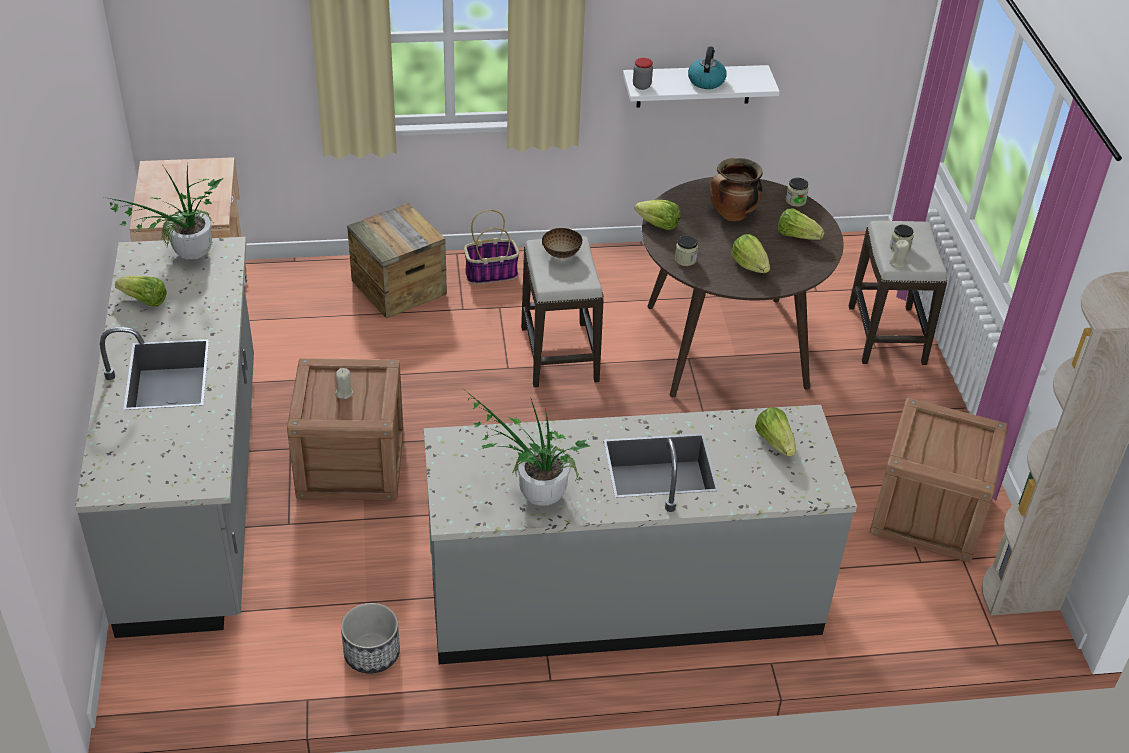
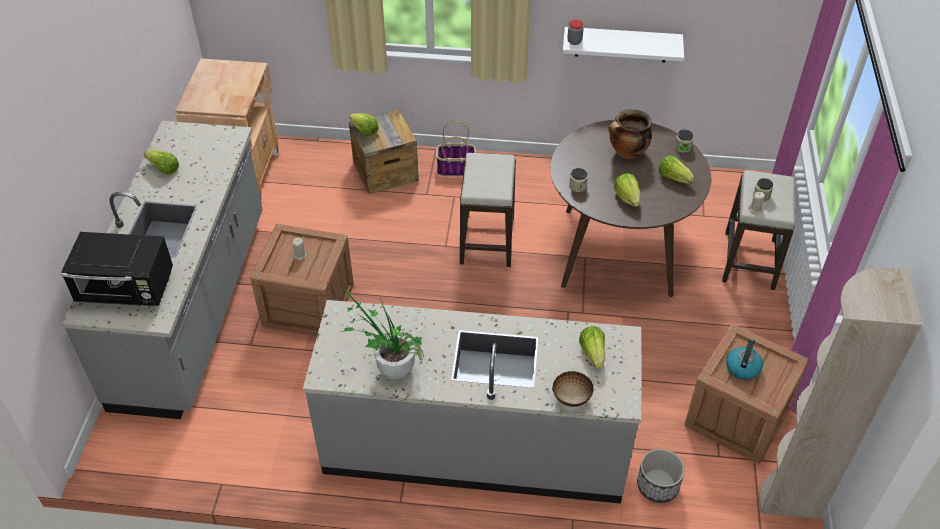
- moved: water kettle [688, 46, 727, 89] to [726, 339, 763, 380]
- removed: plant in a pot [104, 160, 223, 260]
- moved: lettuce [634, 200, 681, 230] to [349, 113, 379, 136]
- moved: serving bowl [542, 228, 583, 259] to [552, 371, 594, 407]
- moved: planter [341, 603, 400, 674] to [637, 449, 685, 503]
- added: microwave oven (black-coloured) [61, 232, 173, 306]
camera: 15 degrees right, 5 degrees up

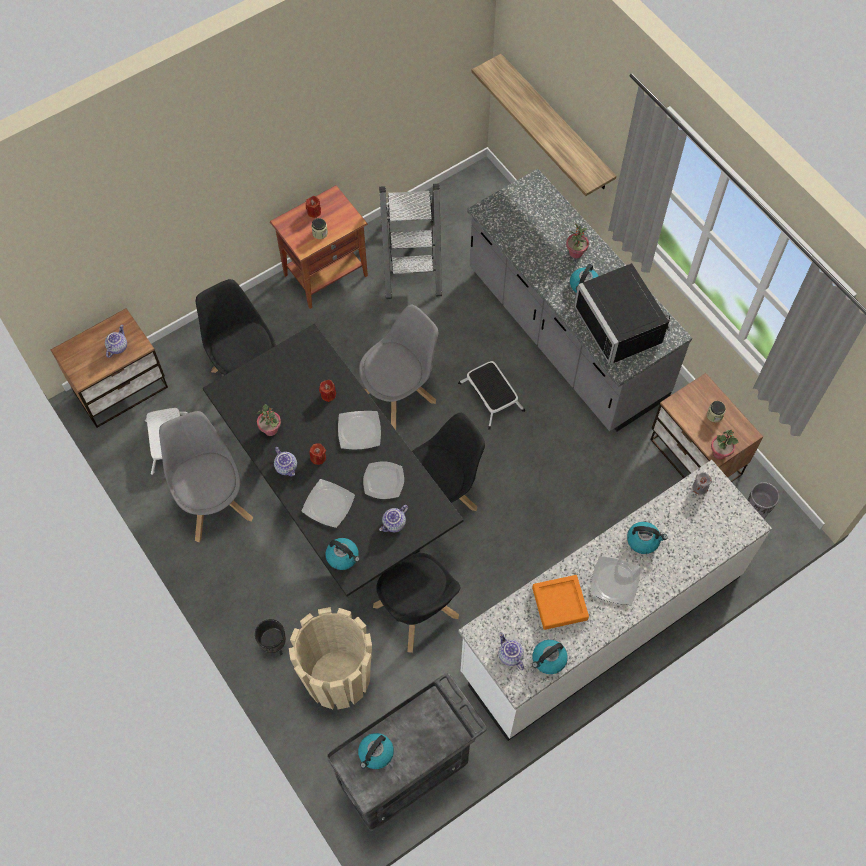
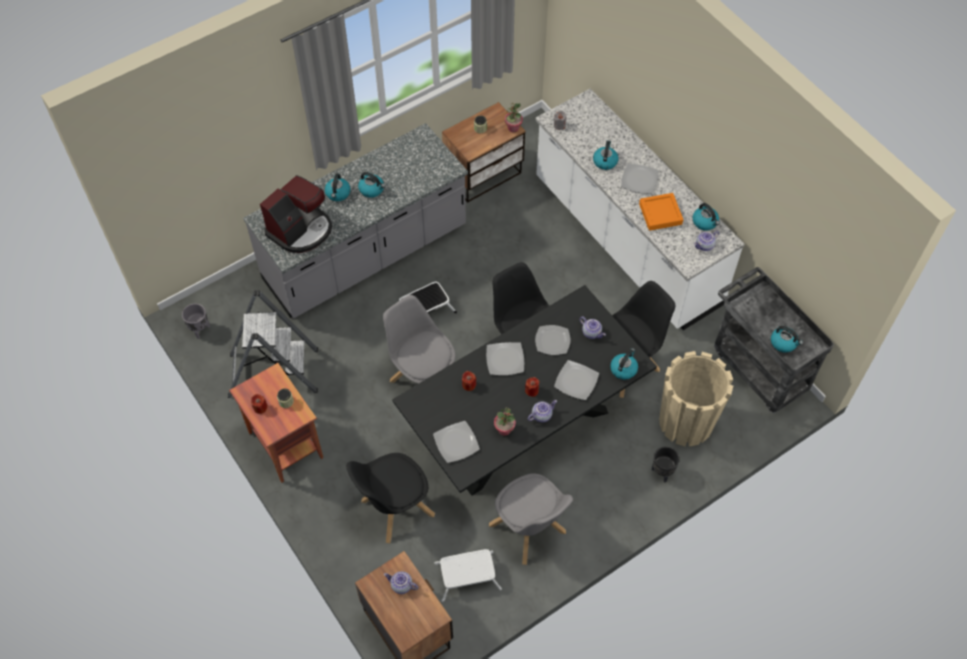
- removed: bracket shelf [471, 54, 616, 196]
- replaced: plant in a pot [566, 223, 589, 259] to water kettle [325, 174, 351, 201]
- removed: microwave oven (black-coloured) [574, 263, 670, 365]
- turned: upright chair (greyish) [159, 411, 253, 542] = [489, 473, 573, 565] 105 degrees counterclockwise
- moved: planter (greyish) [748, 482, 779, 519] to [182, 304, 210, 339]
- added: coffee machine [260, 175, 332, 253]
- added: plate [433, 421, 480, 463]
camera: 90 degrees left, 5 degrees down

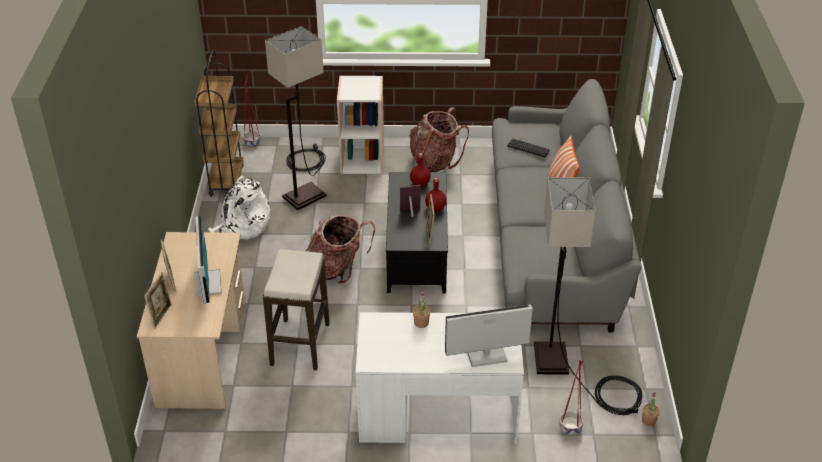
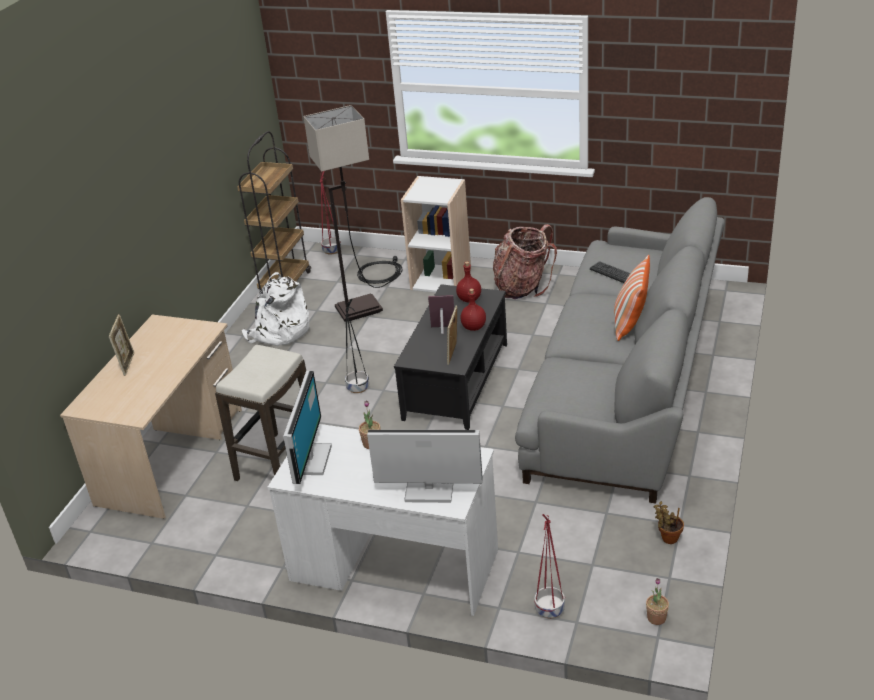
- removed: standing lamp [534, 177, 642, 415]
- replaced: knapsack [306, 215, 375, 284] to planter (black-coloured) [345, 298, 369, 393]
- moved: computer screen [194, 216, 222, 303] to [283, 371, 332, 484]
- removed: photo frame [144, 272, 172, 329]
- added: plant in a pot [654, 501, 684, 544]
camera: 20 degrees right, 5 degrees down

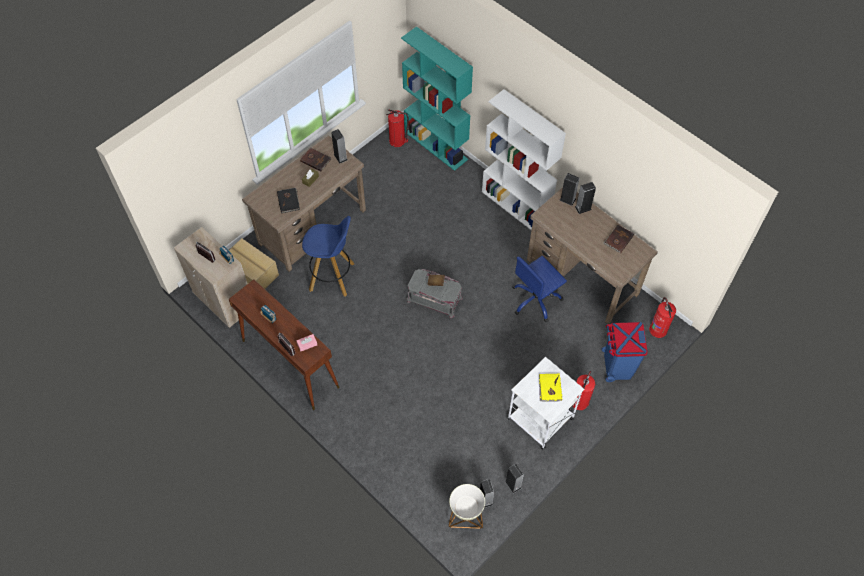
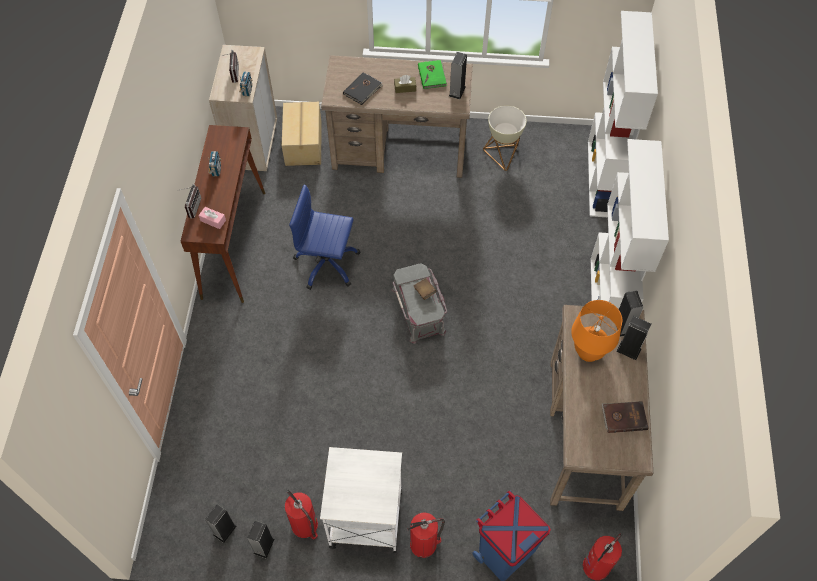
- recoloured: bookcase (turquoise) [401, 26, 473, 171] to bookcase (white-coloured) [588, 11, 658, 217]
- moved: fire-fighting cylinder [386, 109, 409, 147] to [285, 490, 318, 540]
- recoloured: book (brownish) [300, 147, 331, 171] to book (green-coloured) [418, 60, 447, 89]
- removed: sitting stool (blue) [302, 216, 354, 297]
- moved: office chair (blue) [512, 256, 567, 322] to [289, 185, 360, 290]
- removed: book (yellowish) [539, 374, 562, 402]
- moved: planter [449, 484, 485, 529] to [483, 105, 527, 171]
- added: lamp for a table (orange) [571, 300, 622, 362]
camera: 50 degrees right, 0 degrees up

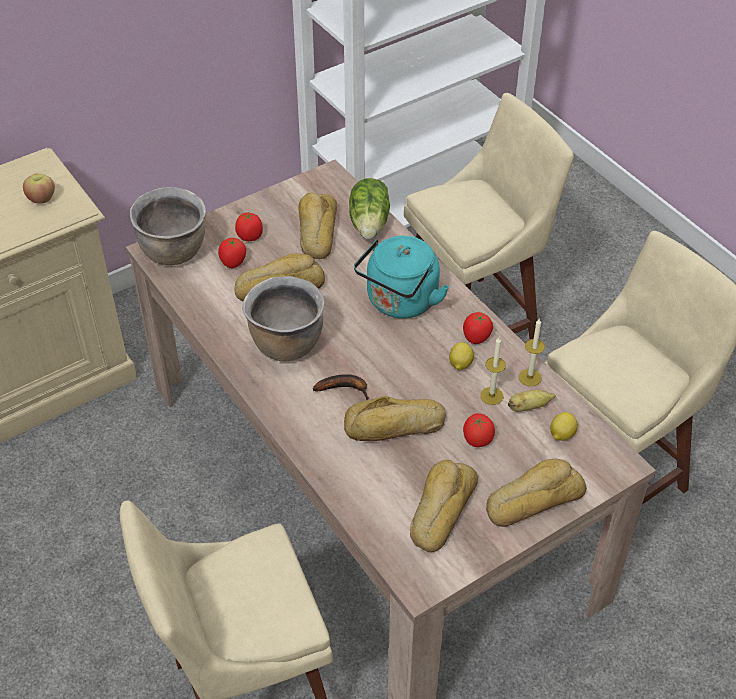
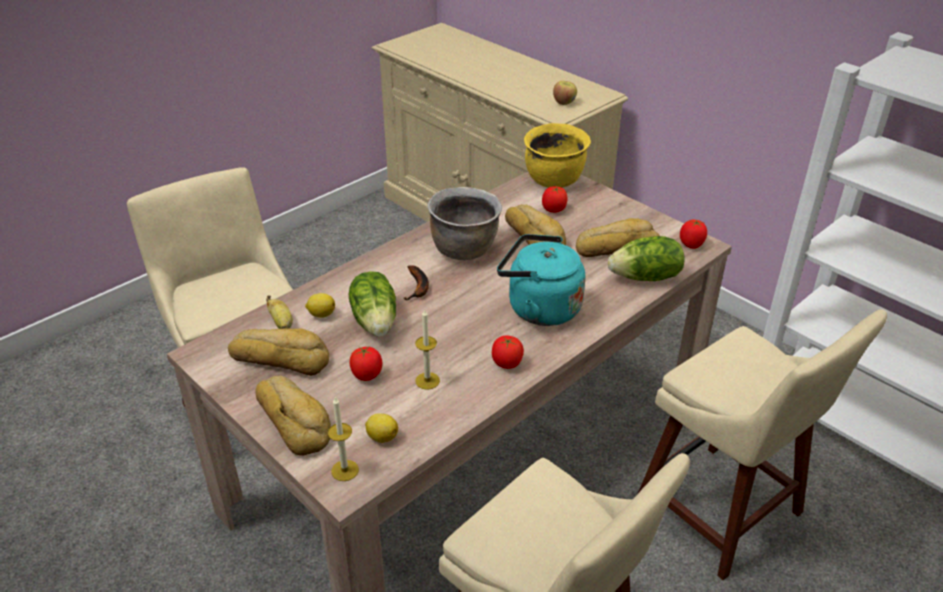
- recoloured: saucepot (brownish) [130, 187, 206, 265] to saucepot (yellowish) [524, 123, 591, 188]
- moved: whole tomato [235, 213, 263, 241] to [680, 220, 707, 249]
- moved: wax candle [519, 319, 545, 386] to [328, 397, 359, 481]
- moved: citrus fruit [449, 342, 474, 370] to [305, 293, 335, 318]
- moved: banana [508, 390, 555, 412] to [266, 295, 293, 329]
- replaced: bakery bread [344, 396, 446, 441] to lettuce [349, 271, 396, 337]
camera: 80 degrees right, 10 degrees down

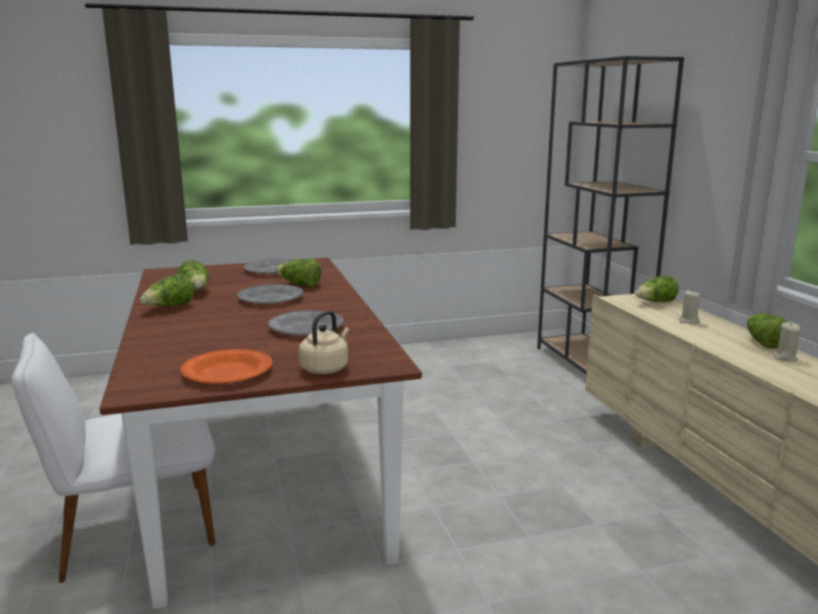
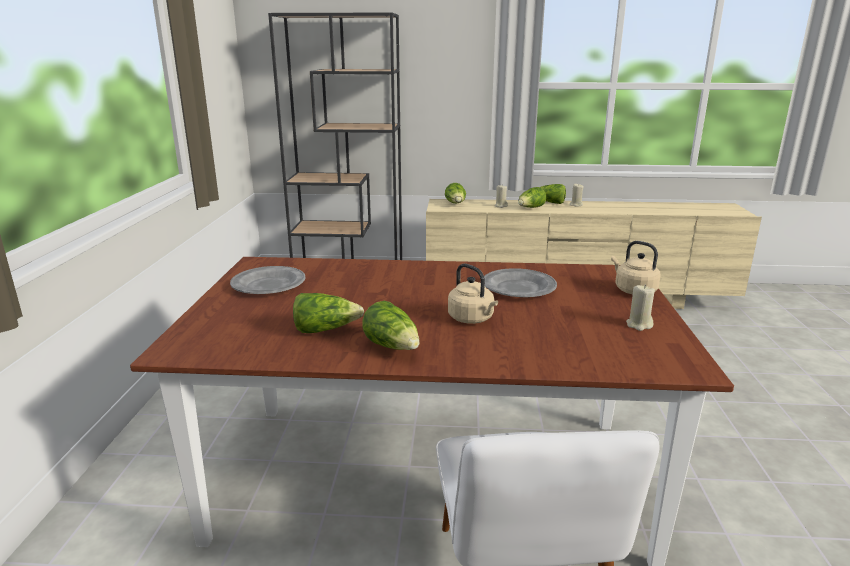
- moved: lettuce [275, 259, 321, 287] to [518, 187, 546, 208]
- removed: plate (greyish) [237, 284, 303, 304]
- replaced: plate (orange) [181, 349, 272, 384] to wax candle (beige-coloured) [626, 284, 655, 331]
- added: water kettle (beige-coloured) [448, 264, 498, 324]
camera: 70 degrees left, 5 degrees up

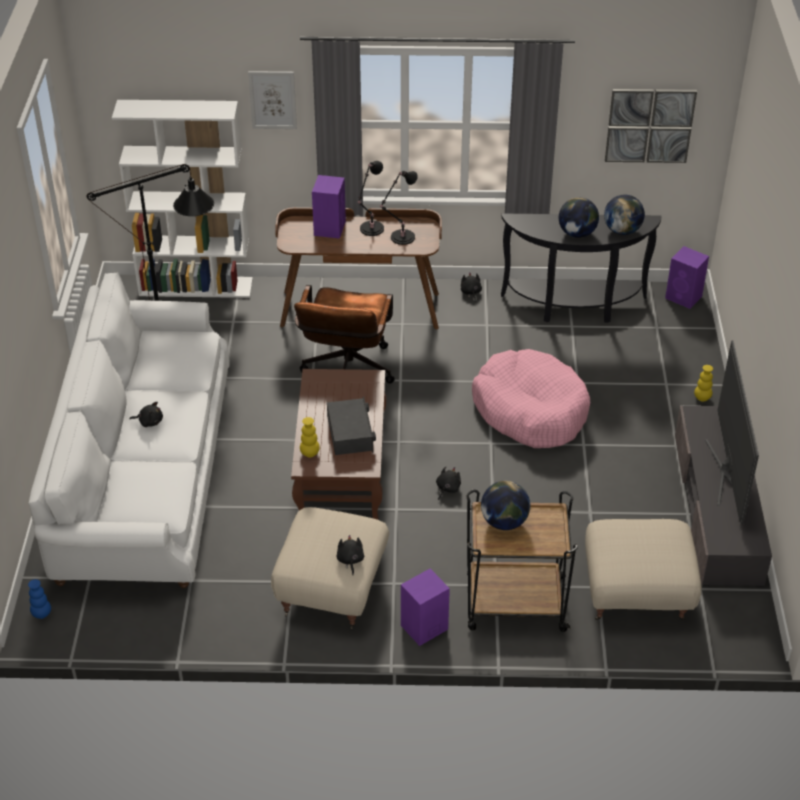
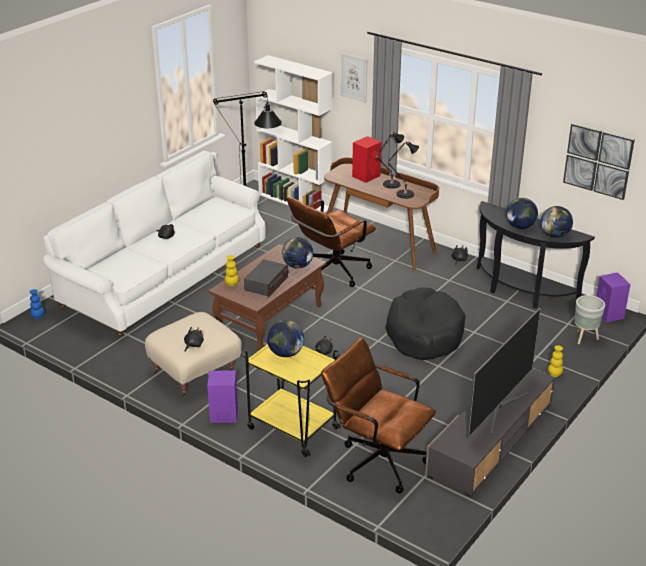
- recoloured: speaker (purplish) [312, 175, 346, 239] to speaker (red) [352, 136, 381, 183]
- recoloured: dog bed (pink-coloured) [472, 349, 590, 448] to dog bed (black-coloured) [385, 287, 466, 360]
- recoloured: cart (brownish) [467, 490, 578, 632] to cart (yellowish) [242, 344, 341, 457]
- replaced: pouffe (beige-coloured) [585, 519, 701, 620] to office chair (brownish) [321, 338, 436, 493]
- added: world globe [282, 237, 313, 269]
- added: planter (greyish) [575, 295, 605, 344]
camera: 35 degrees right, 10 degrees down

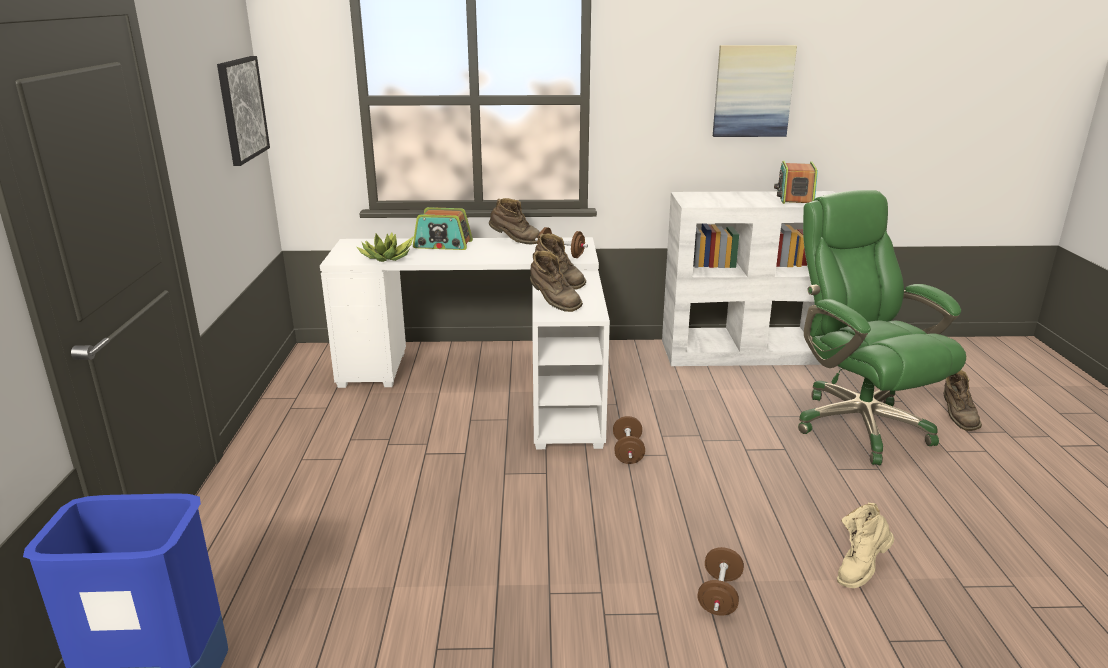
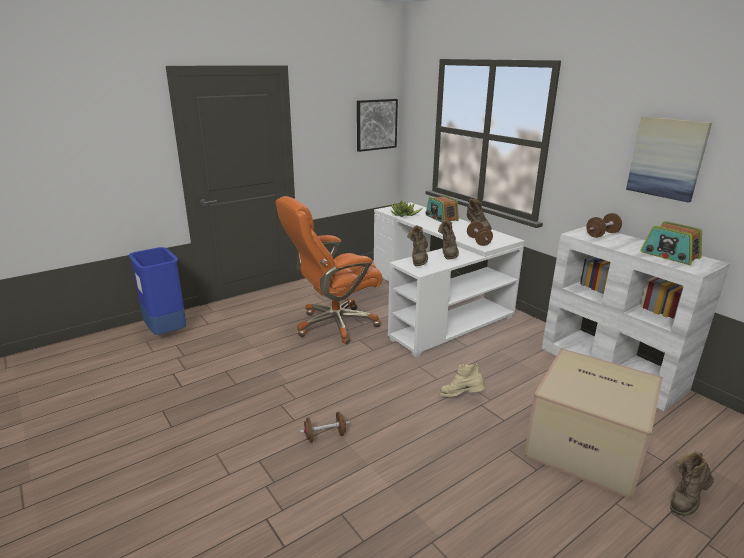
- turned: radio [774, 161, 818, 204] = [640, 221, 702, 265] 105 degrees counterclockwise
- replaced: office chair (green-coloured) [798, 190, 966, 465] to carton [524, 348, 663, 499]
- moved: dumbbell (brownish) [613, 416, 645, 464] to [586, 213, 622, 238]
- moved: high-top boot (beige-coloured) [837, 503, 894, 588] to [439, 364, 485, 397]
- added: office chair (orange) [275, 196, 382, 344]
camera: 55 degrees right, 0 degrees up

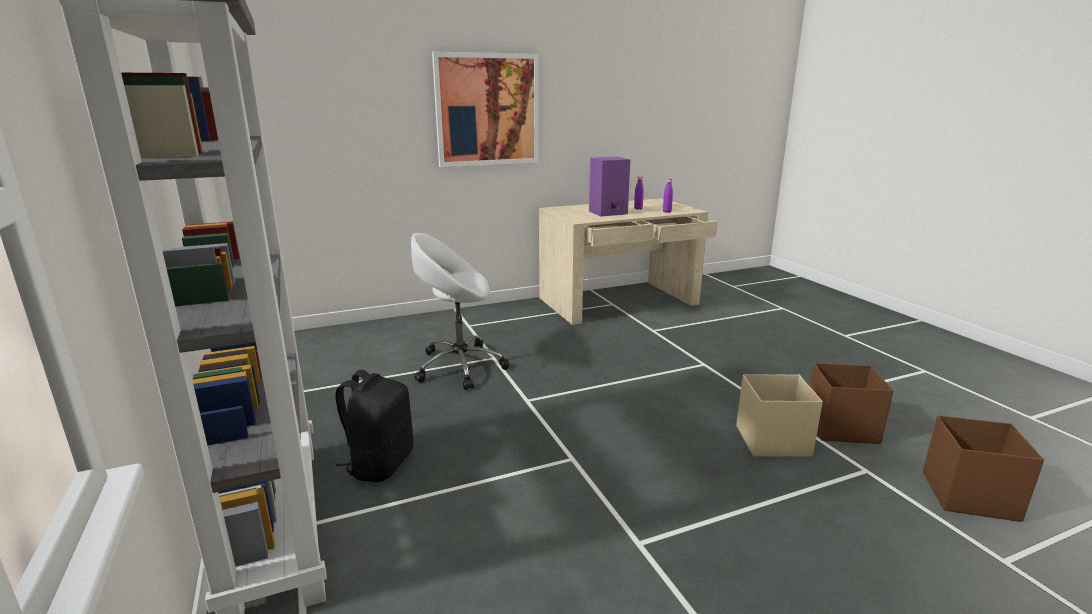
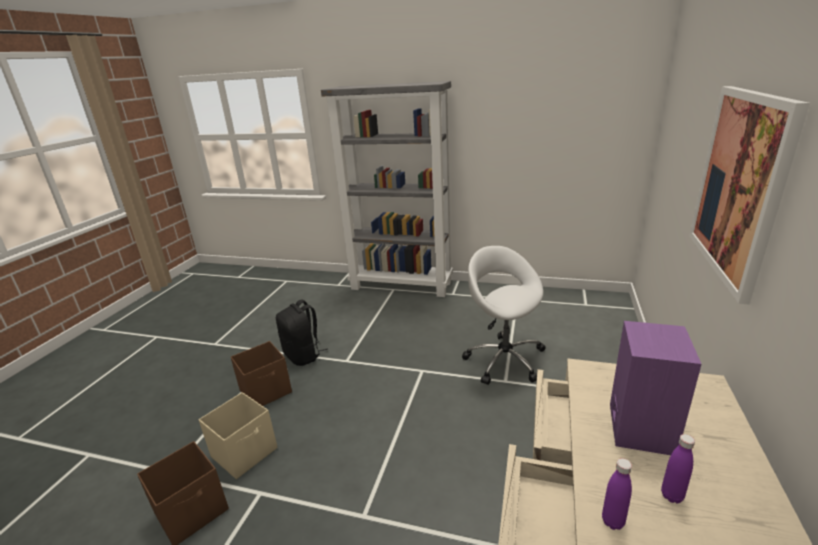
- turned: office chair (white-coloured) [411, 233, 509, 390] = [462, 246, 546, 385] 75 degrees counterclockwise
- moved: knapsack (black-coloured) [336, 370, 413, 482] to [276, 300, 328, 366]
- moved: storage bin (brownish) [923, 415, 1044, 522] to [231, 341, 292, 406]
camera: 130 degrees right, 5 degrees up

